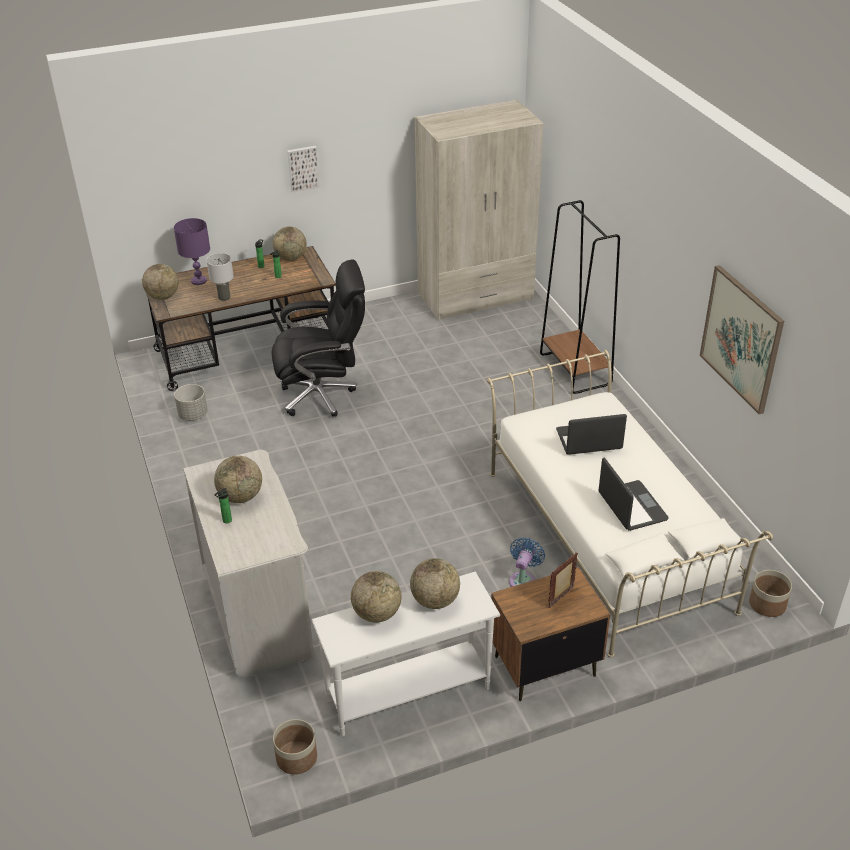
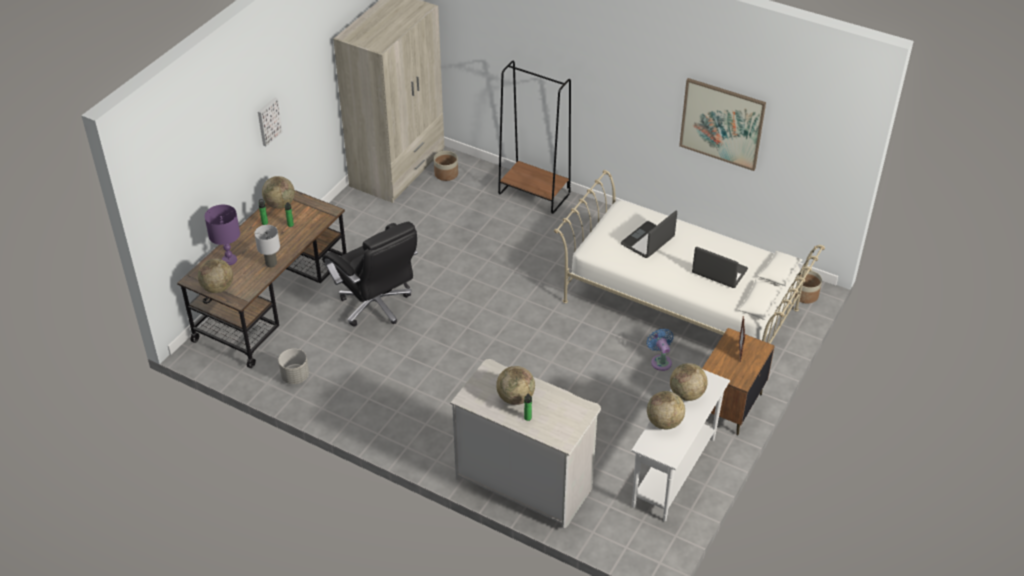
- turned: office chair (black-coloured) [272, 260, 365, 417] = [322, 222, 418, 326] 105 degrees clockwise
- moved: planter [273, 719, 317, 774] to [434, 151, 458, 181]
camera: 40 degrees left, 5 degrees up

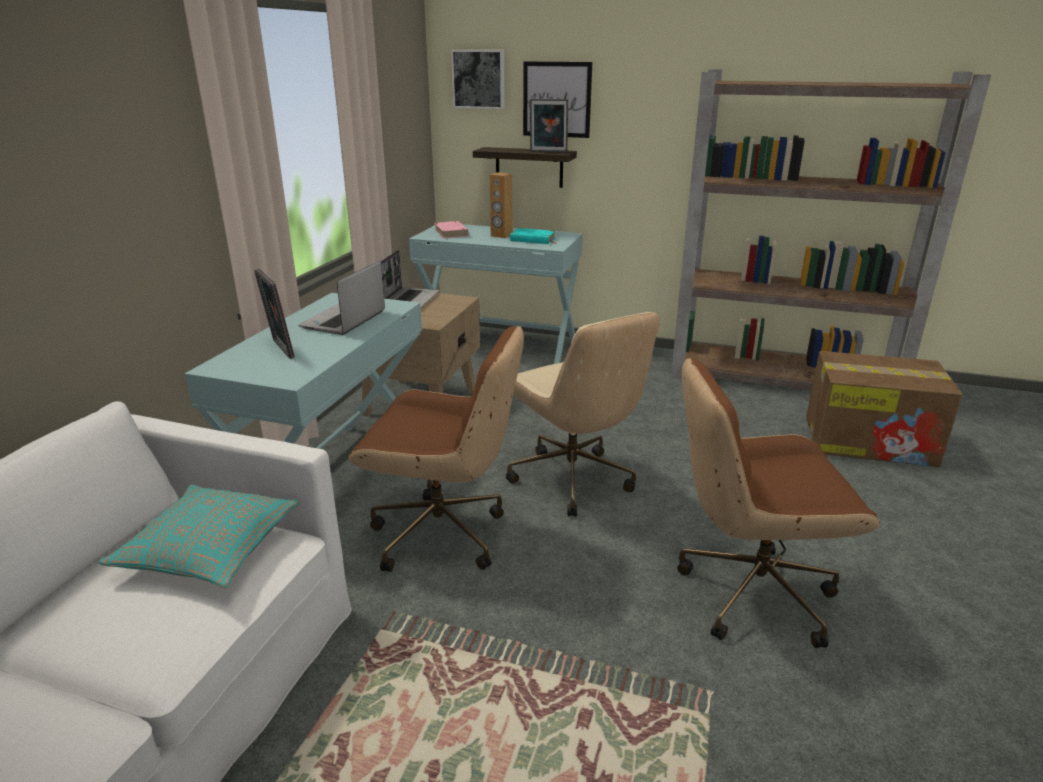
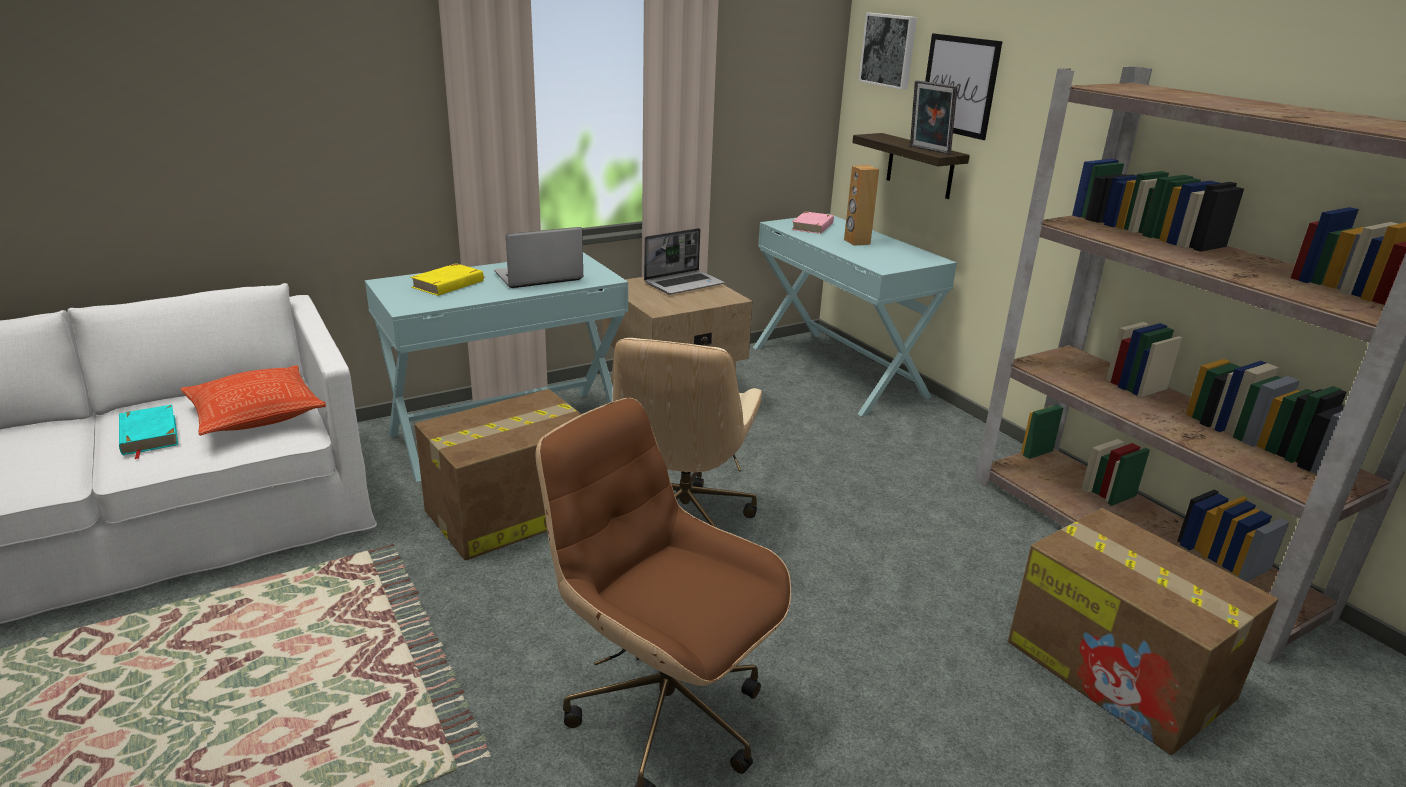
- moved: book (turquoise) [510, 228, 557, 244] to [119, 404, 178, 459]
- replaced: photo frame [254, 269, 295, 359] to book (yellowish) [410, 263, 485, 296]
- replaced: office chair (brownish) [349, 325, 524, 572] to carton [415, 389, 581, 561]
- recoloured: throw pillow (turquoise) [98, 485, 301, 588] to throw pillow (orange) [181, 365, 326, 435]
camera: 40 degrees right, 0 degrees up

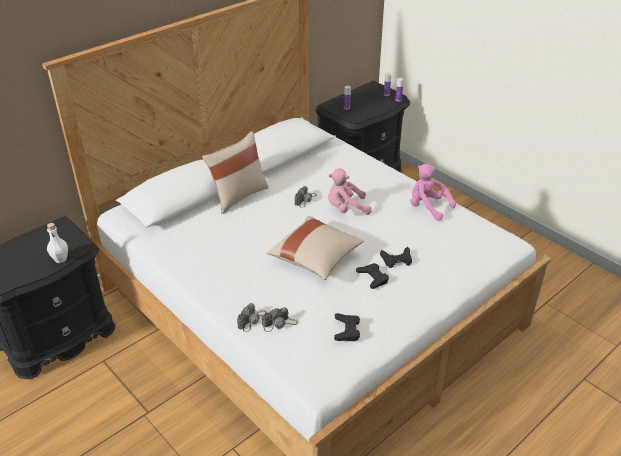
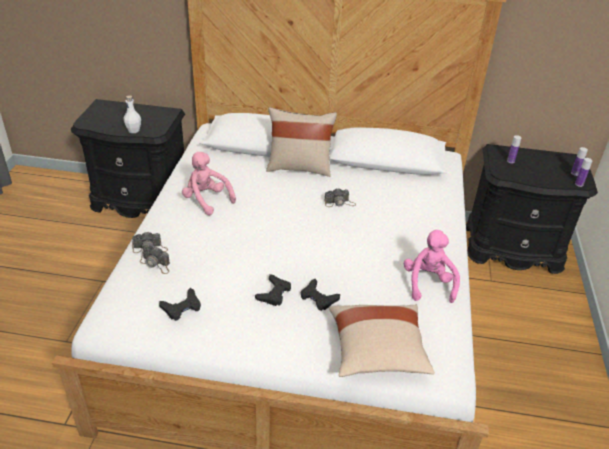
- moved: cuddly toy (pink-coloured) [328, 168, 371, 215] to [182, 152, 236, 215]
- moved: throw pillow (beige-coloured) [267, 216, 364, 280] to [329, 305, 435, 377]
camera: 50 degrees right, 0 degrees up

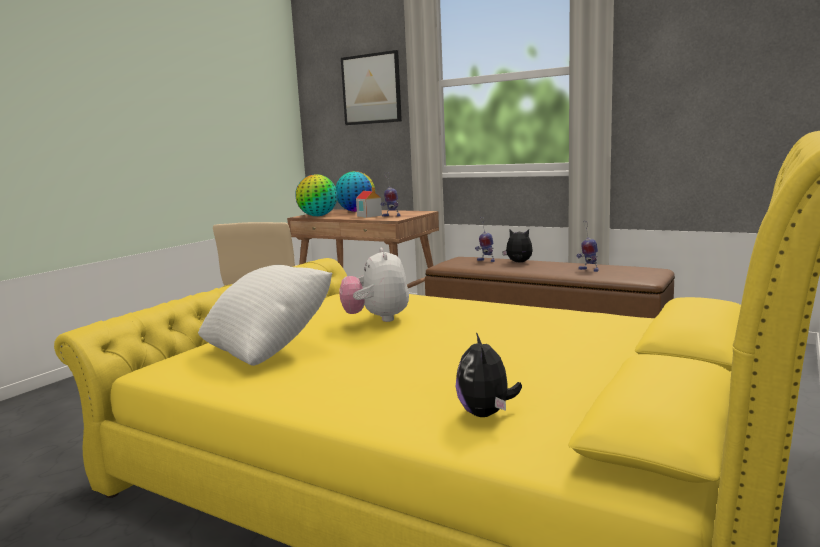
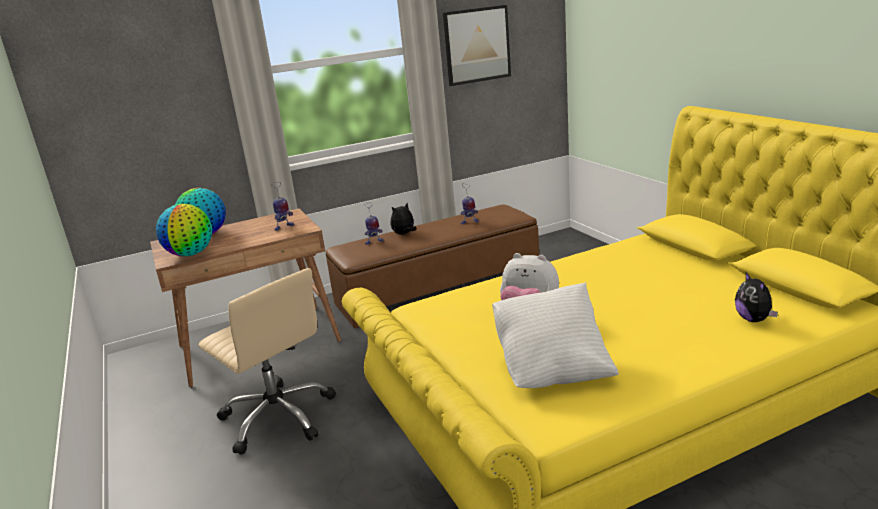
- moved: picture [341, 50, 402, 125] to [443, 5, 511, 86]
- removed: model house [356, 187, 382, 218]
- turned: cuddly toy [456, 332, 522, 417] = [735, 271, 778, 322] 45 degrees clockwise
camera: 55 degrees left, 10 degrees up

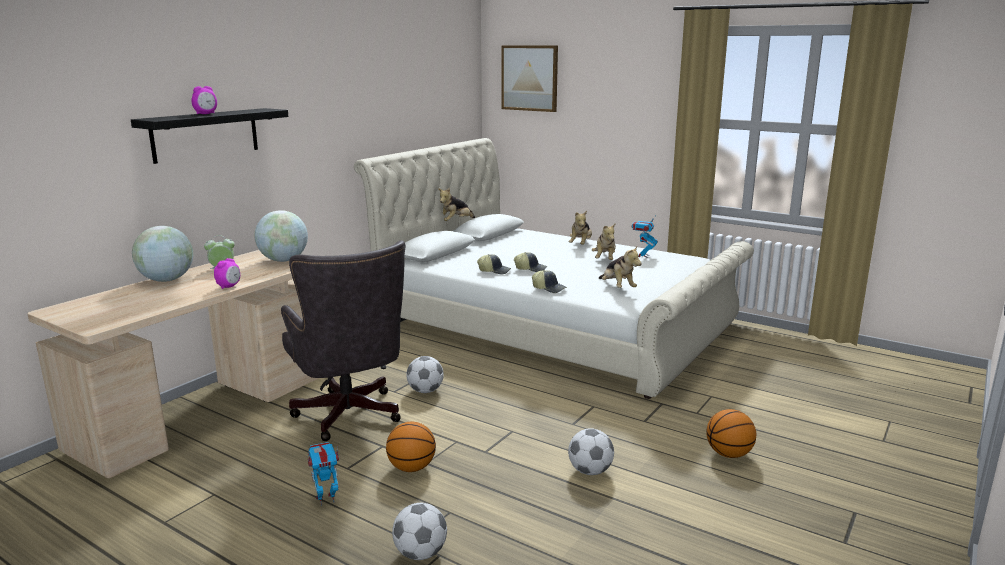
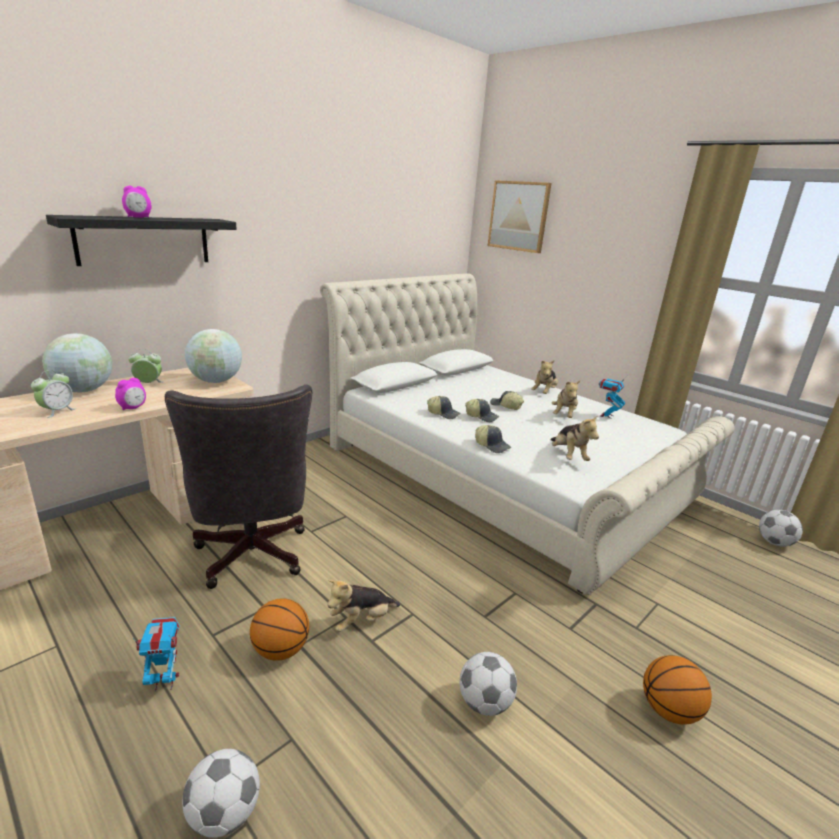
- moved: cuddly toy [438, 188, 475, 221] to [328, 580, 400, 632]
- moved: football ball [406, 356, 444, 393] to [759, 510, 803, 547]
- added: alarm clock [31, 370, 77, 418]
- added: cap [490, 391, 524, 410]
camera: 10 degrees right, 5 degrees up

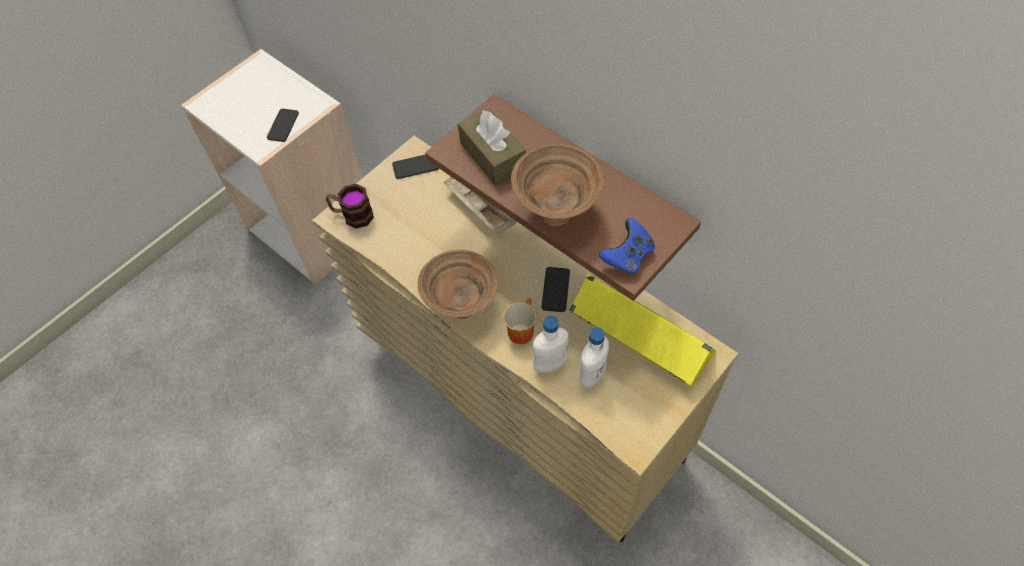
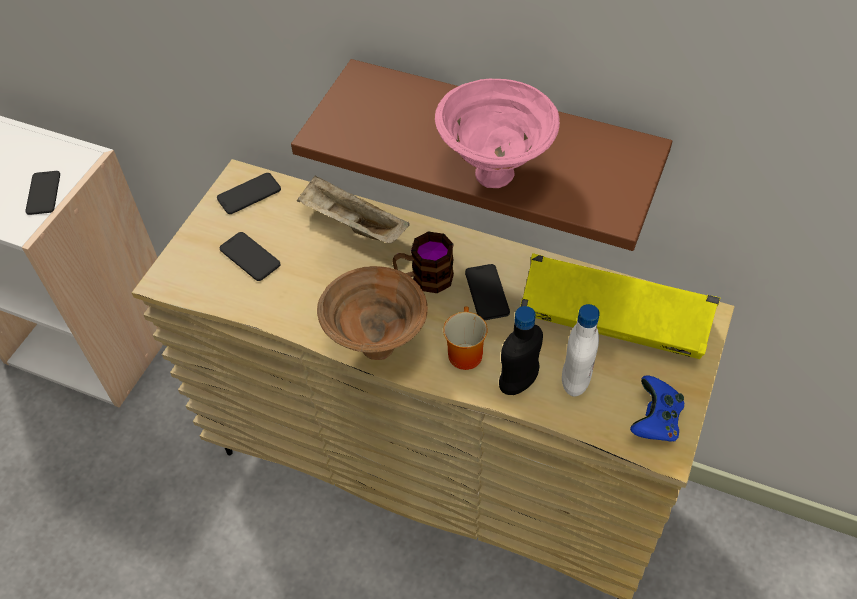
- removed: tissue holder (brownish) [458, 108, 526, 186]
- recoloured: serving bowl (brownish) [511, 144, 604, 227] to serving bowl (pink-coloured) [435, 78, 560, 188]
- moved: mug [326, 184, 374, 229] to [392, 231, 454, 293]
- moved: joypad (blue) [599, 218, 655, 274] to [630, 376, 684, 442]
- recoloured: drink bottle (white-coloured) [533, 315, 569, 373] to drink bottle (black-coloured) [499, 306, 543, 395]
- added: handset [219, 232, 281, 281]
camera: 20 degrees left, 5 degrees down

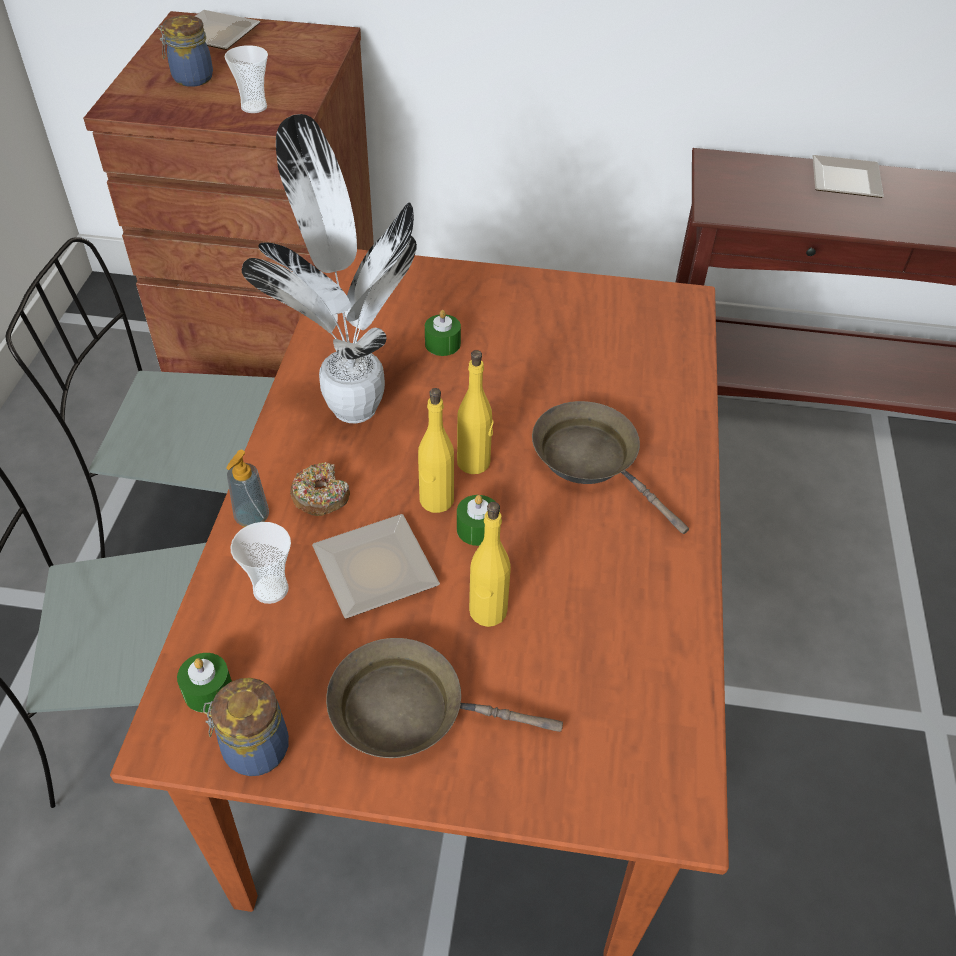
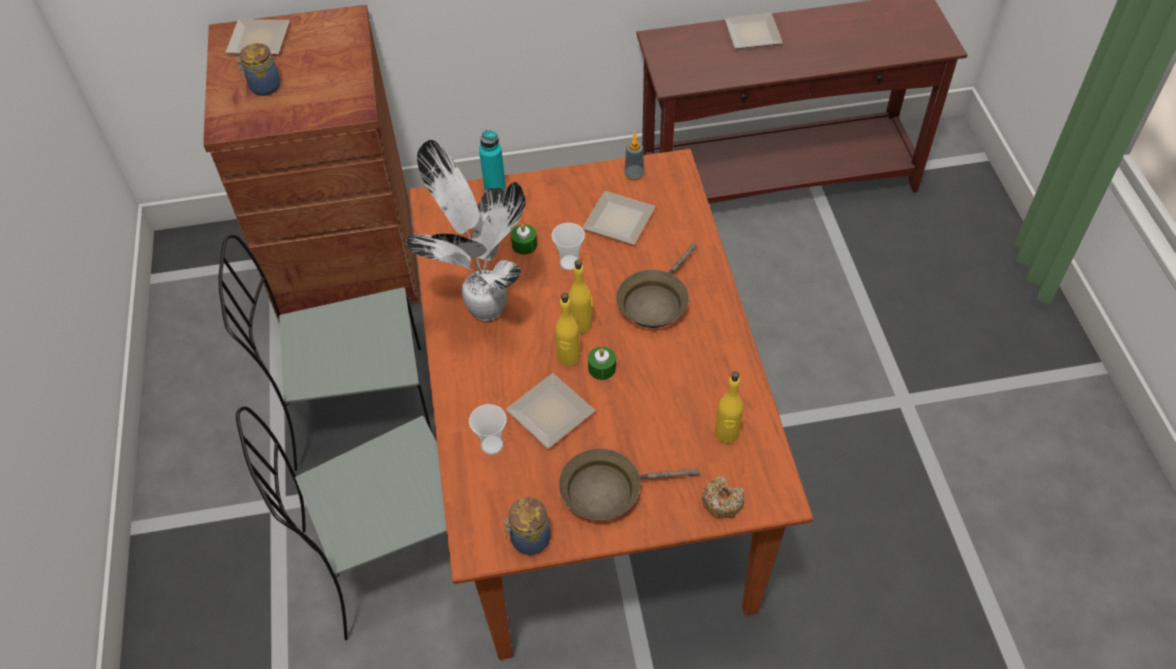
- moved: small cup [224, 45, 268, 113] to [552, 223, 585, 270]
- turned: frying pan (brownish) [532, 401, 689, 534] = [616, 243, 697, 328] 90 degrees counterclockwise
- moved: liquid soap bottle [226, 450, 269, 527] to [624, 133, 644, 181]
- moved: donut [290, 462, 350, 516] to [702, 476, 744, 518]
- moved: drink bottle (yellowish) [469, 502, 511, 627] to [715, 371, 743, 443]
- removed: wax candle (green-coloured) [177, 653, 232, 713]
- added: drink bottle (turquoise) [479, 130, 506, 191]
- added: plate [582, 191, 655, 245]
camera: 15 degrees left, 5 degrees up

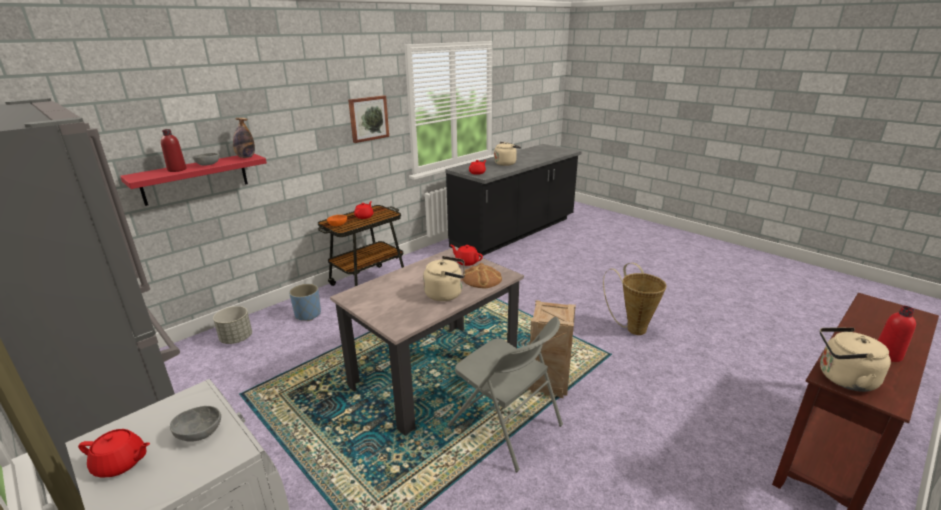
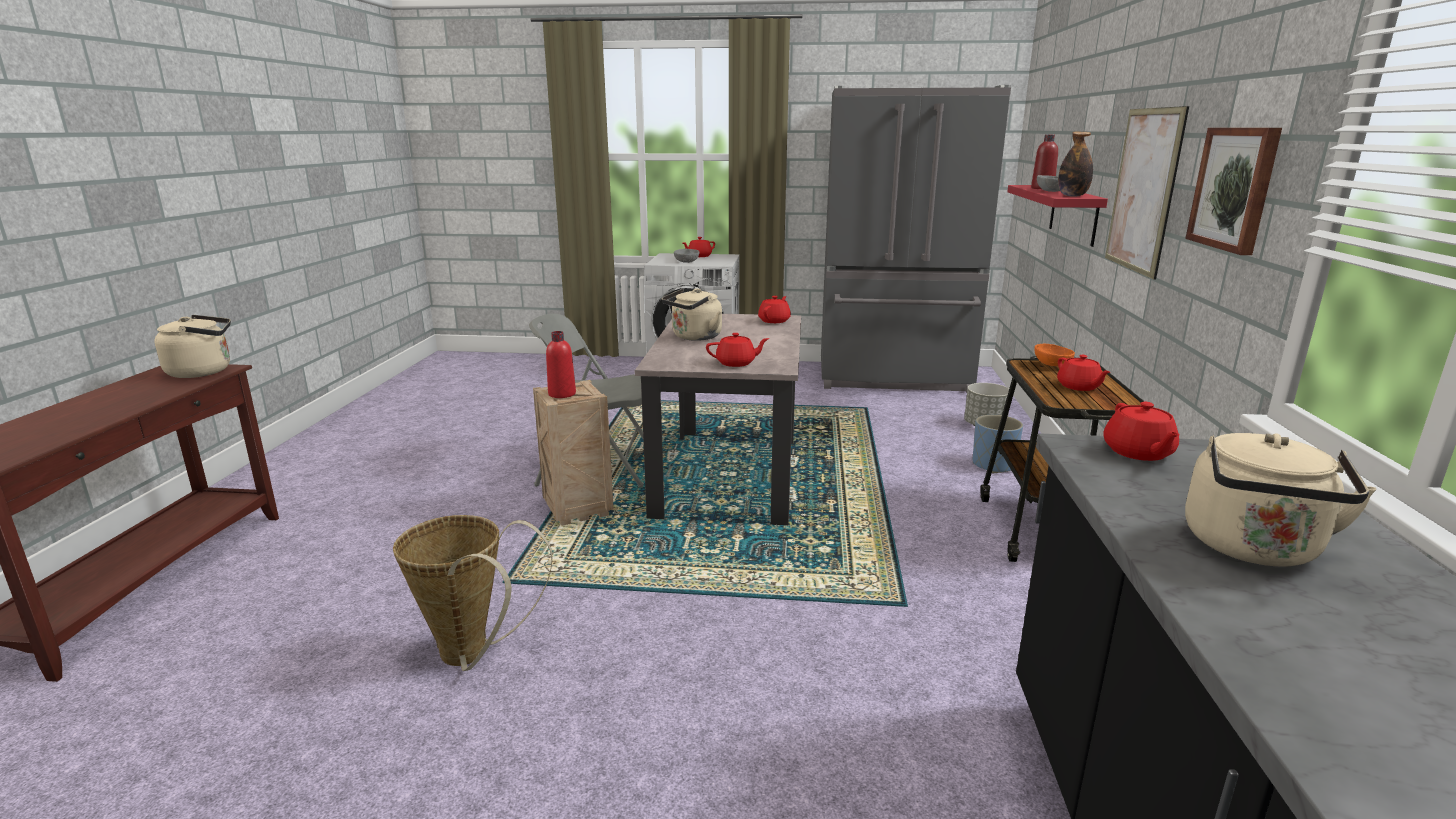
- removed: bakery bread [462, 263, 502, 289]
- moved: drink bottle (red) [878, 306, 916, 362] to [546, 331, 576, 398]
- added: picture [1105, 106, 1189, 280]
- added: teapot (red) [758, 296, 791, 323]
camera: 140 degrees right, 5 degrees down

